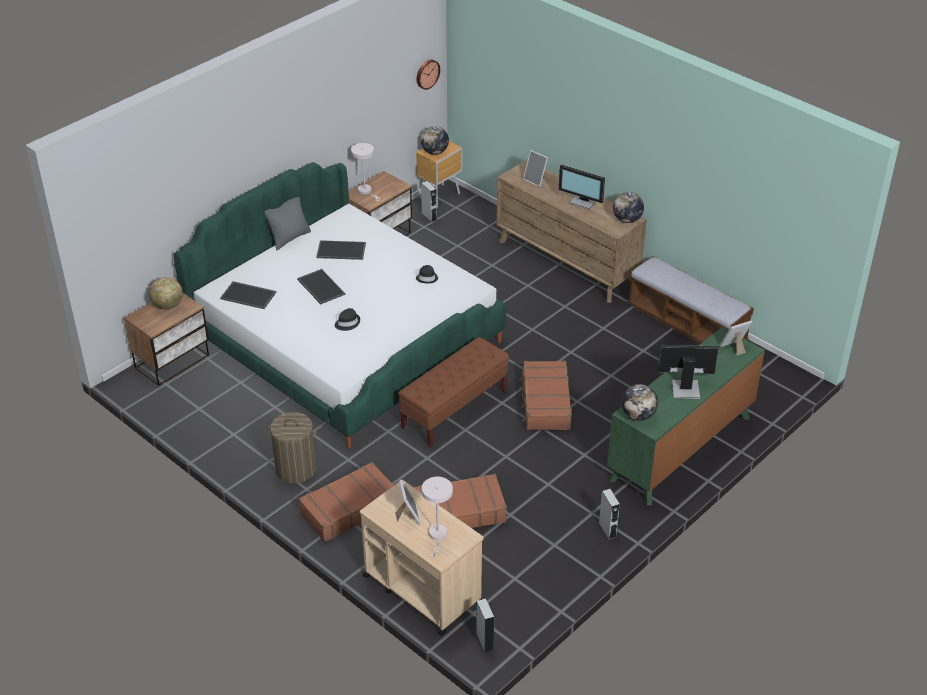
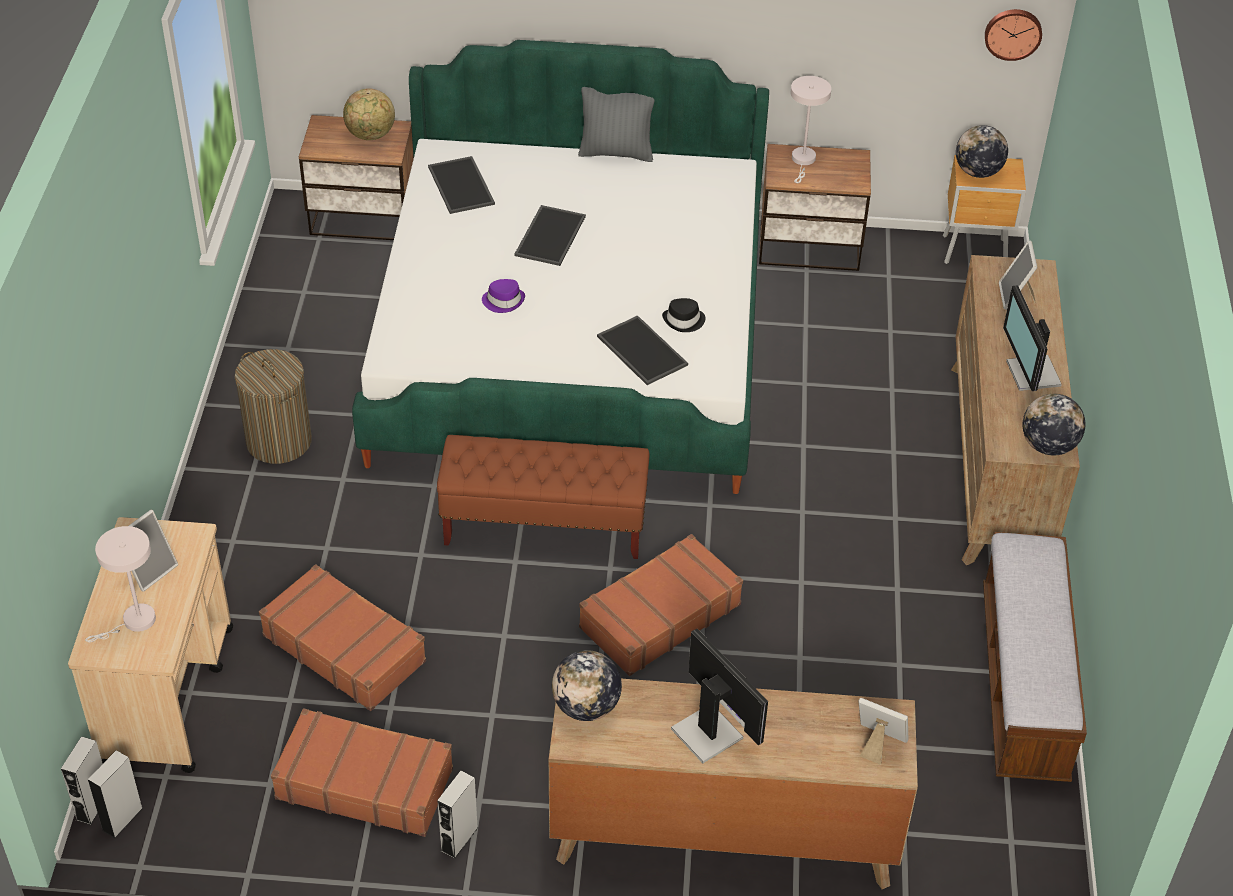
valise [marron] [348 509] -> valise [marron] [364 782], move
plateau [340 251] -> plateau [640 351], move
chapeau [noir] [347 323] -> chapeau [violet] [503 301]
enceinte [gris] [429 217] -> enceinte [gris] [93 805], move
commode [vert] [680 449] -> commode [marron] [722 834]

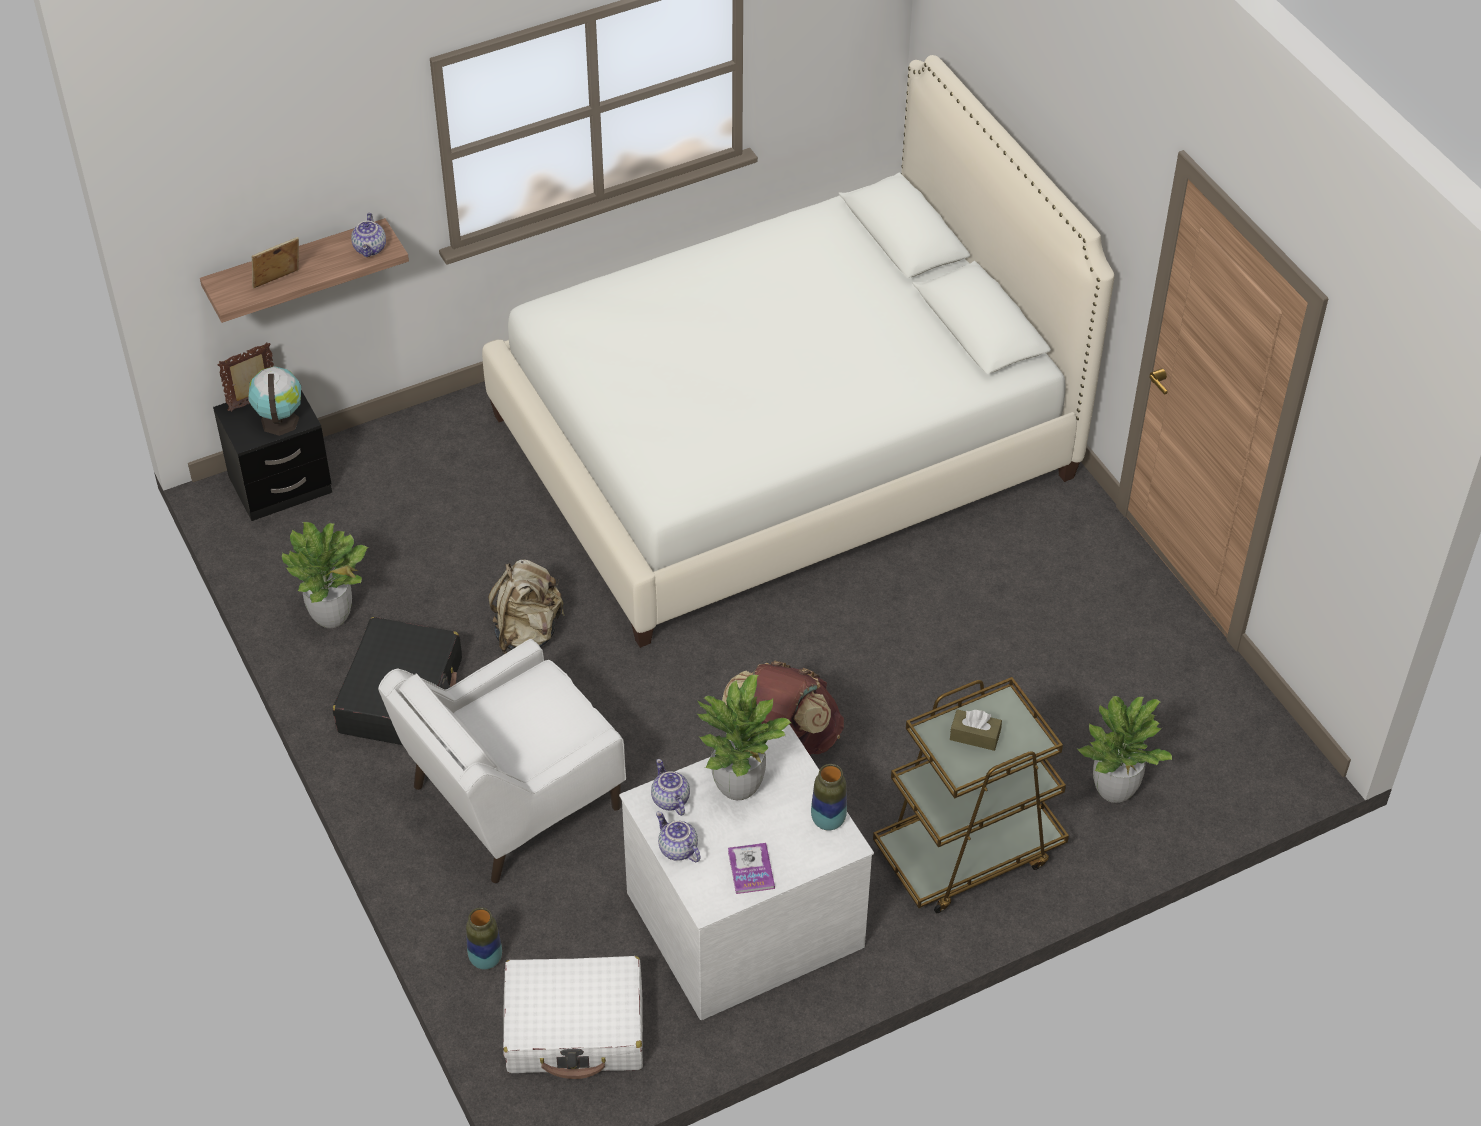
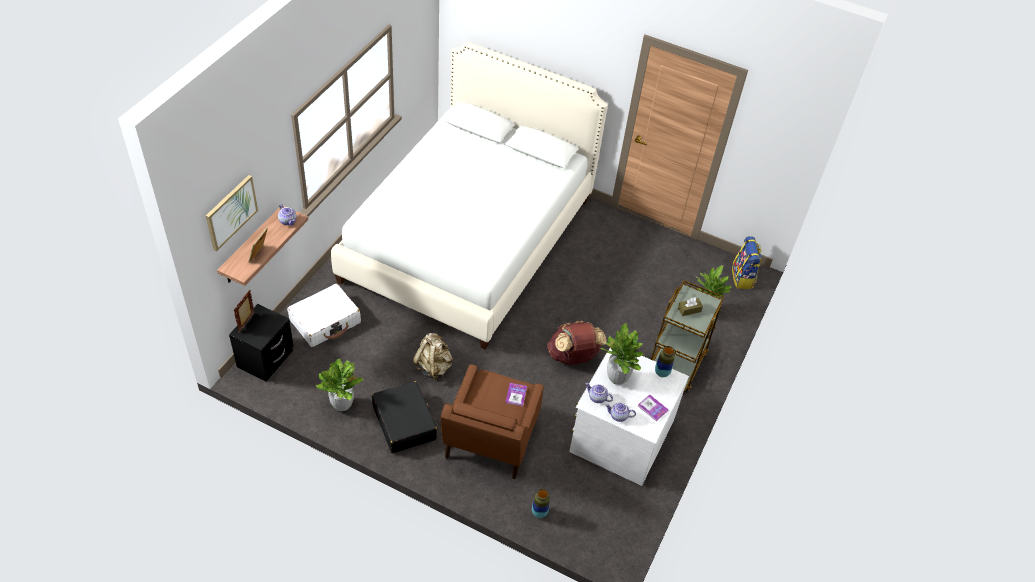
globe [279 420] -> none
fauteuil [blanc] [512 799] -> fauteuil [marron] [490 440]
valise [blanc] [575 1028] -> valise [blanc] [325 321], move
none -> tableau [231 212]
none -> livre [516 395]
none -> sac à dos [743 278]

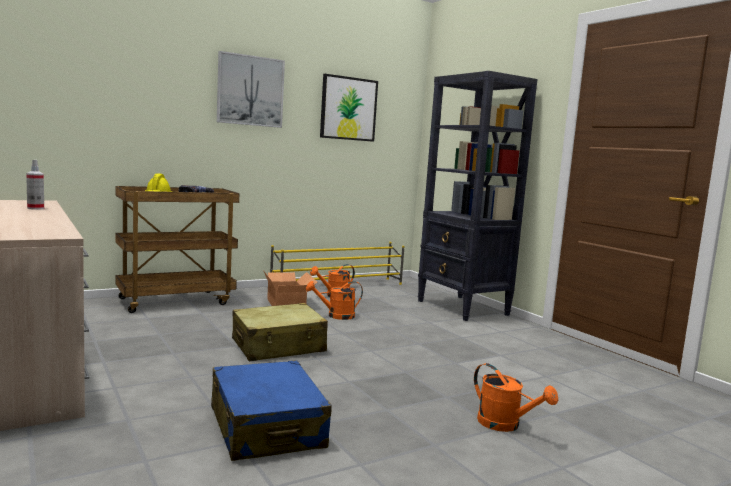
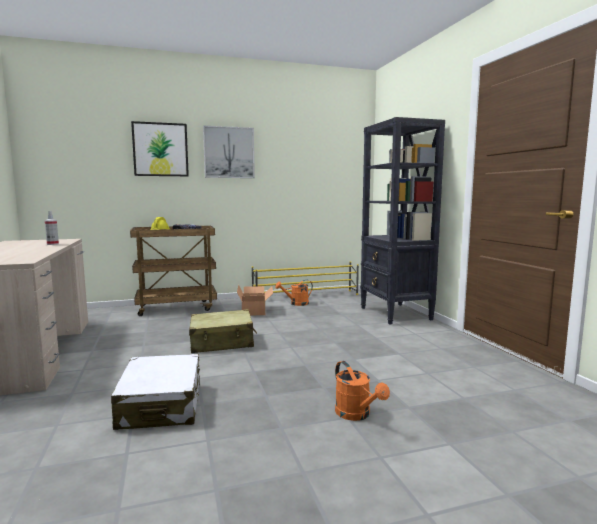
valise [bleu] [267 428] -> valise [blanc] [161 405]
arrosoir [orange] [336 316] -> none
tableau [348 108] -> tableau [160 149], move

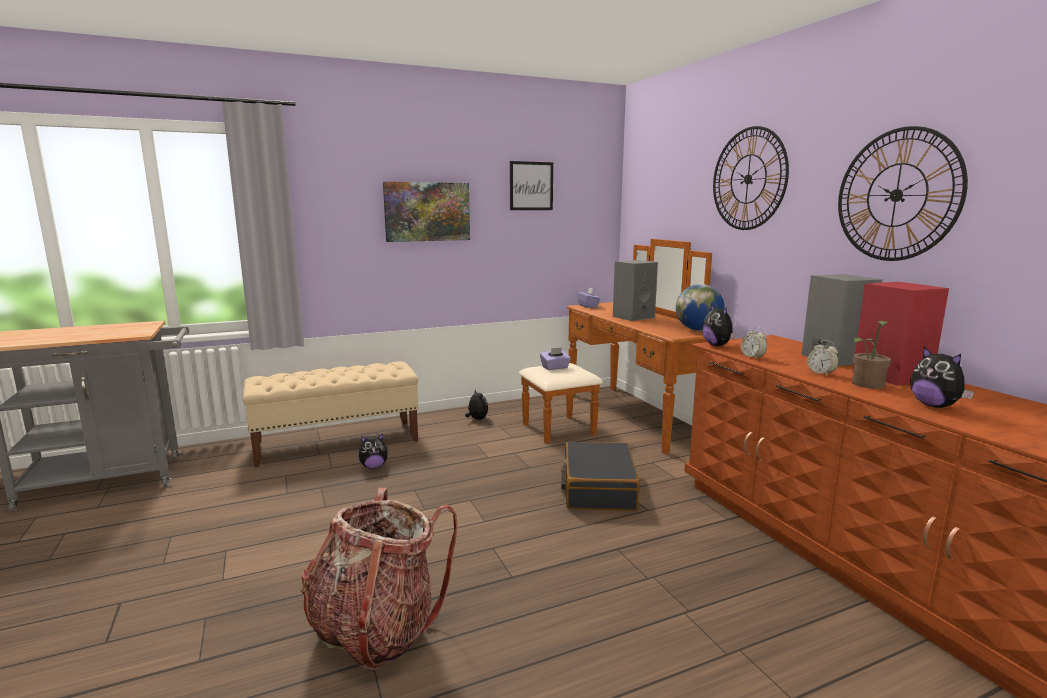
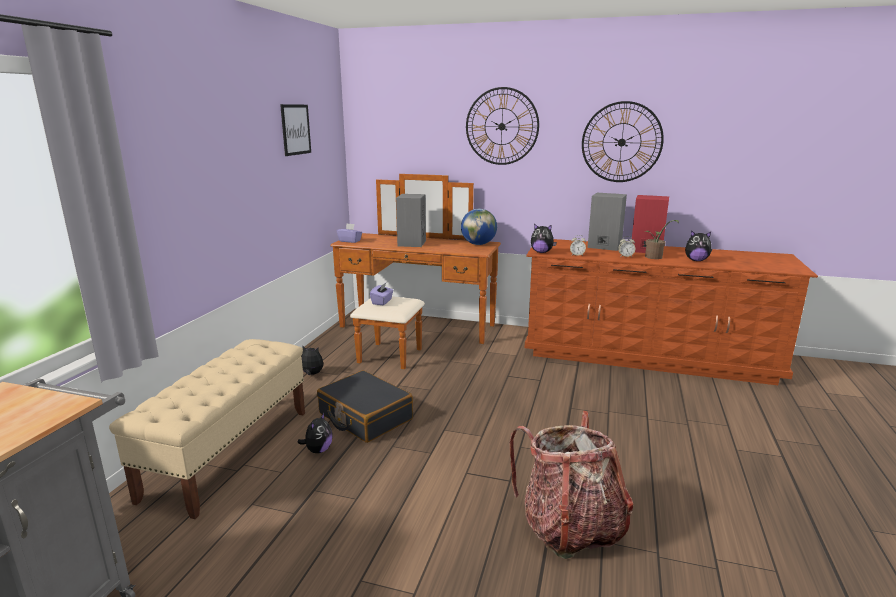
tableau [427 211] -> none
valise [noir] [598 488] -> valise [noir] [365 417], move

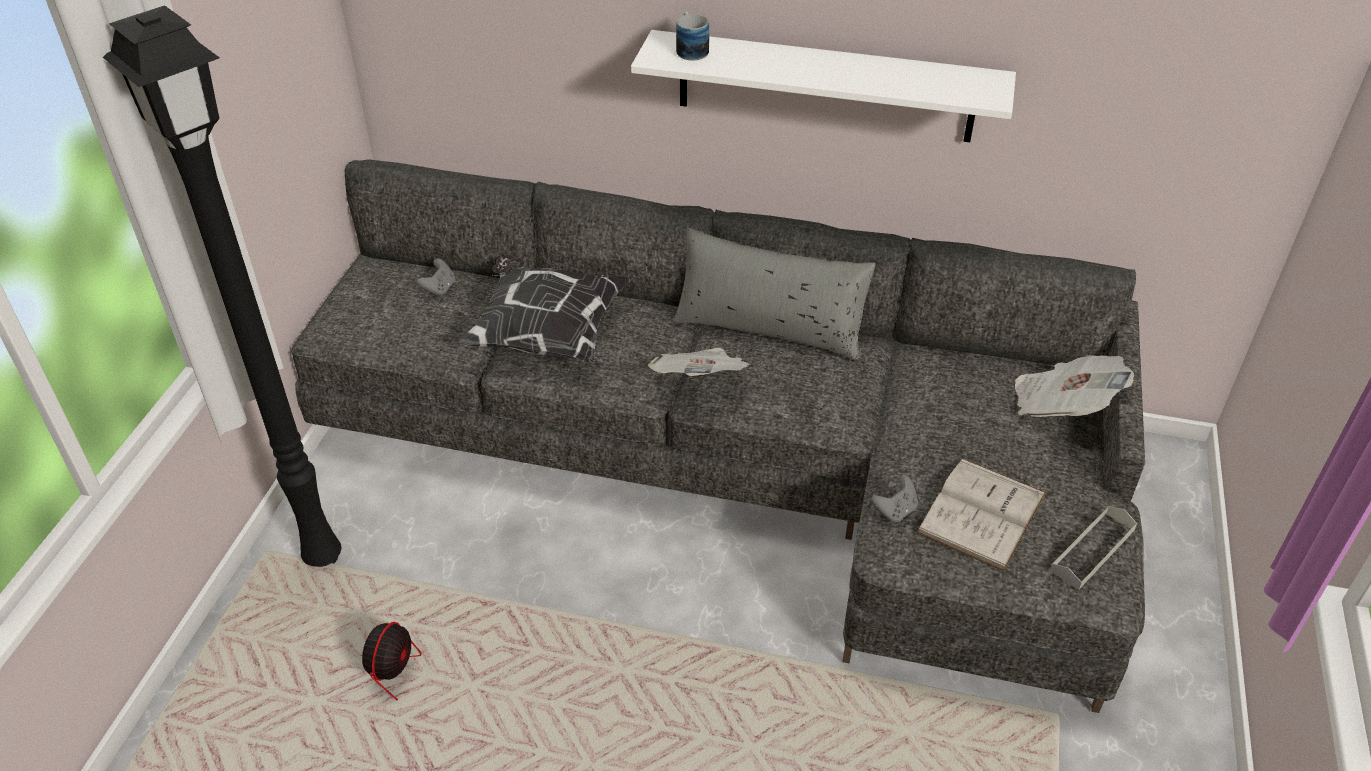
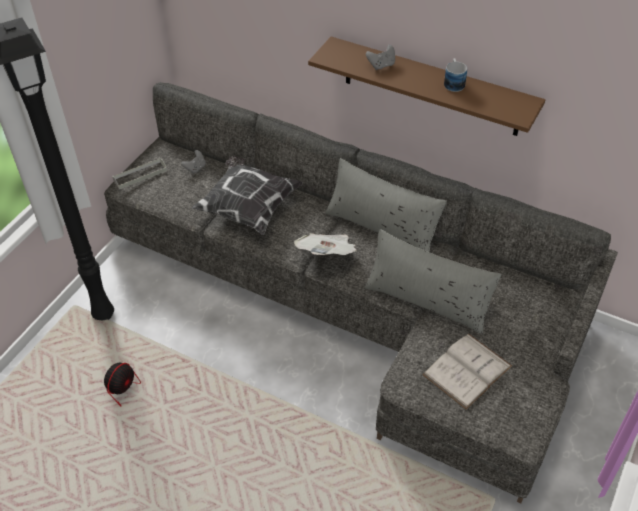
étagère [blanc] [825 86] -> étagère [marron] [431 87]
mug [690 49] -> mug [453 82], move
manette [gris] [895 511] -> manette [gris] [381 65], move
journal [1062 406] -> none
plateau [gris] [1092 550] -> plateau [gris] [140 175], move
none -> coussin [gris] [427 299]

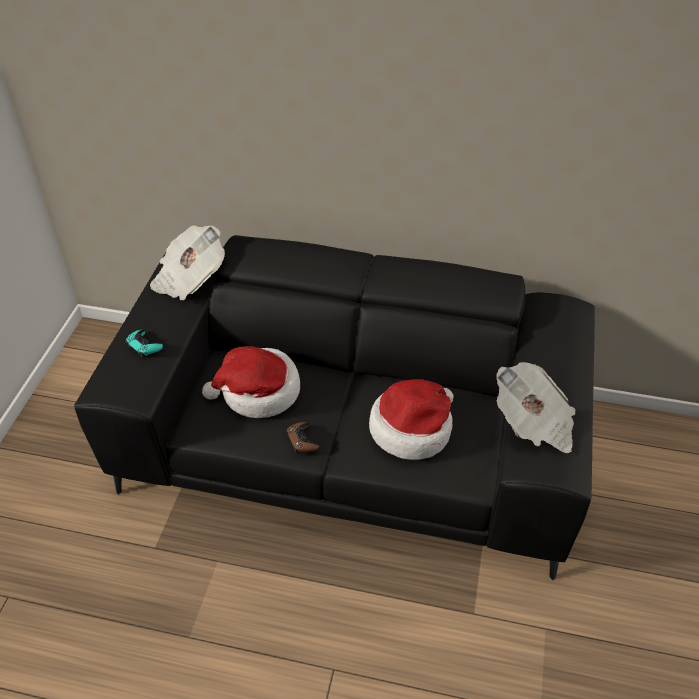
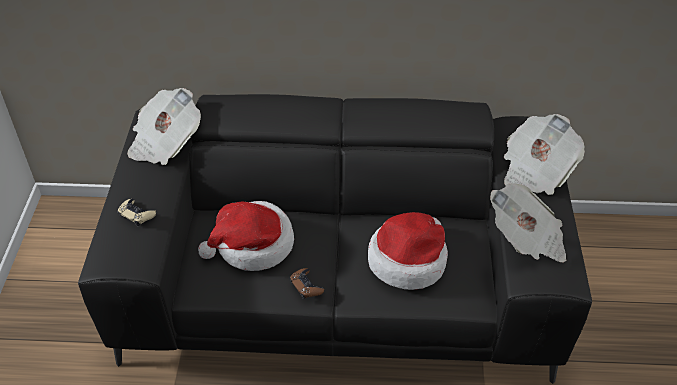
manette [turquoise] [144 346] -> manette [beige] [136 214]
none -> journal [536 170]

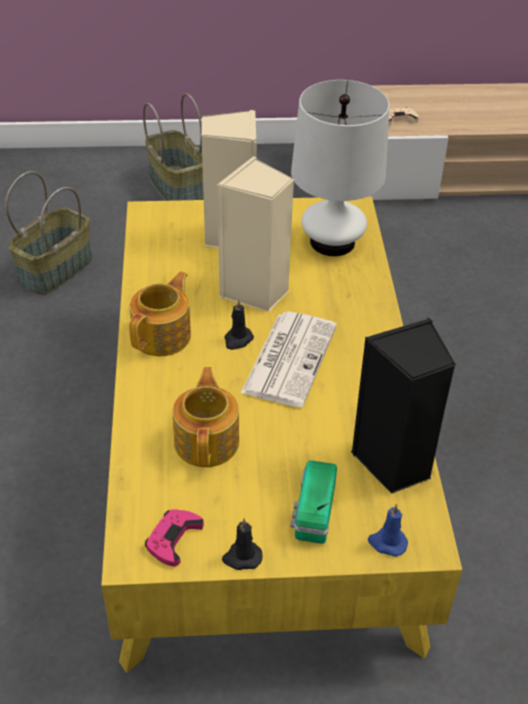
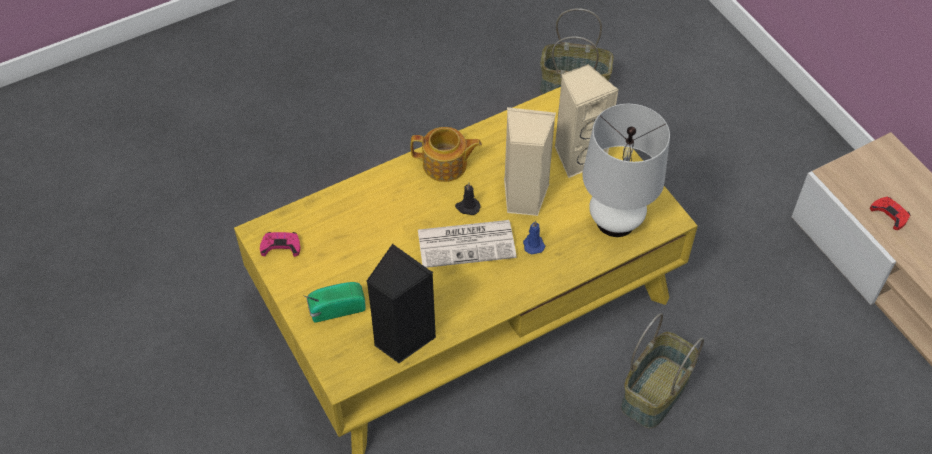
panier [178 187] -> panier [656 393], move
théière [207 441] -> none
bougie [noir] [242 557] -> none
bougie [bleu] [387 543] -> bougie [bleu] [533 244], move
manette [beige] [398 119] -> manette [rouge] [890 214]

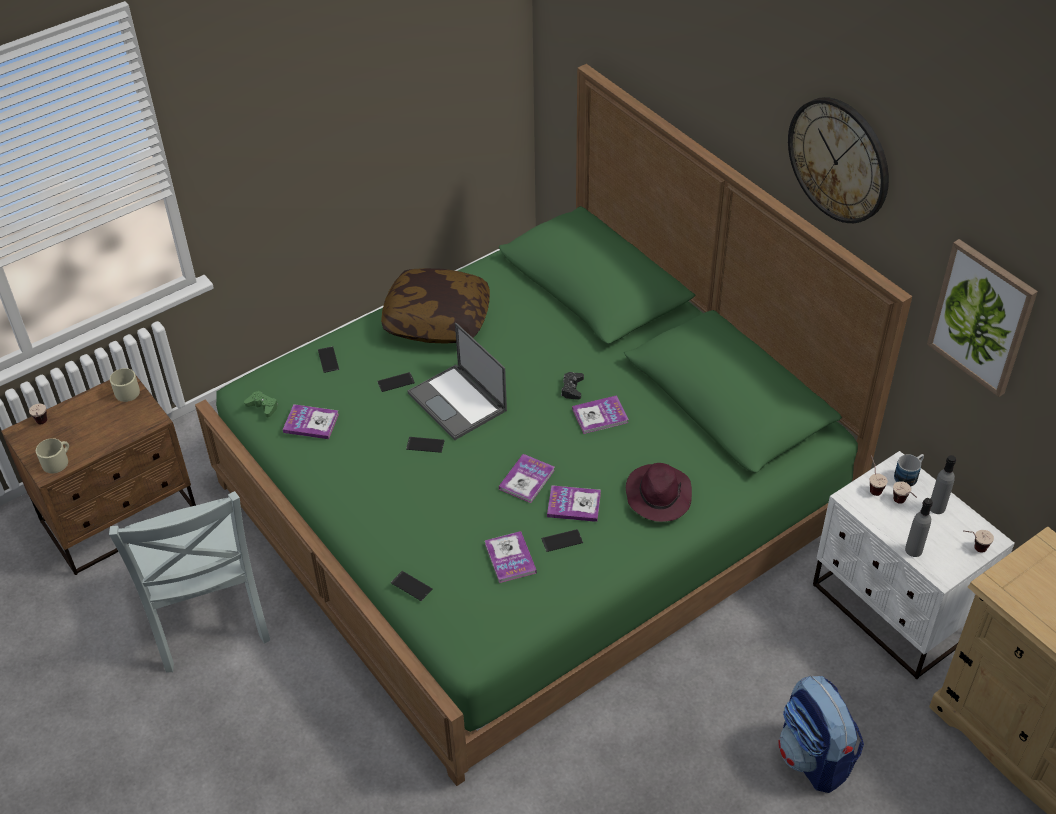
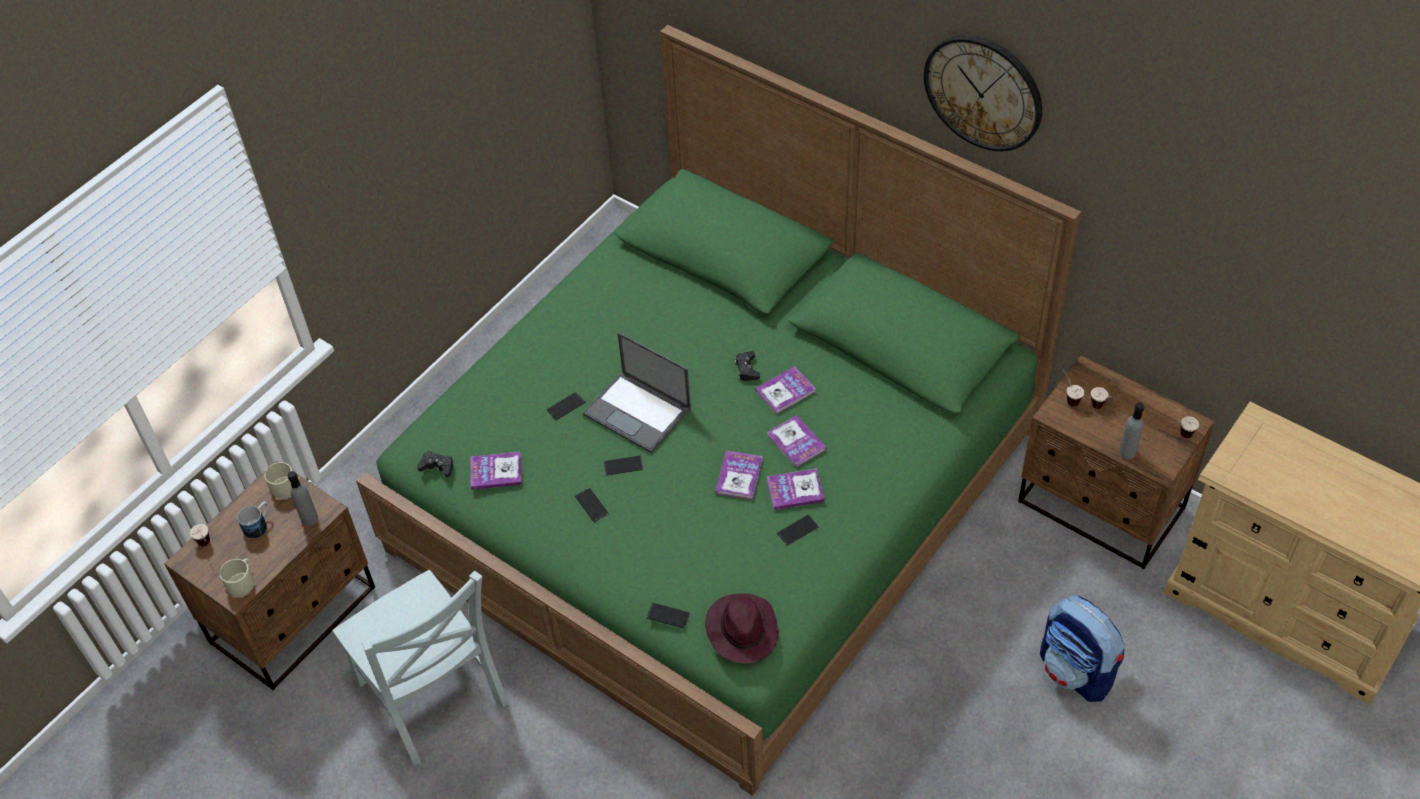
manette [vert] [263 406] -> manette [noir] [437 467]
téléphone [328 360] -> téléphone [591 505], move
coussin [437 321] -> none
livre [510 558] -> livre [796 442], move
chapeau [violet] [658 495] -> chapeau [violet] [741 630], move
table de chevet [blanc] [894 610] -> table de chevet [marron] [1101 507]
mug [909 475] -> mug [259 525], move
tableau [982 317] -> none
bouteille [gris] [937 507] -> bouteille [gris] [309 518], move

